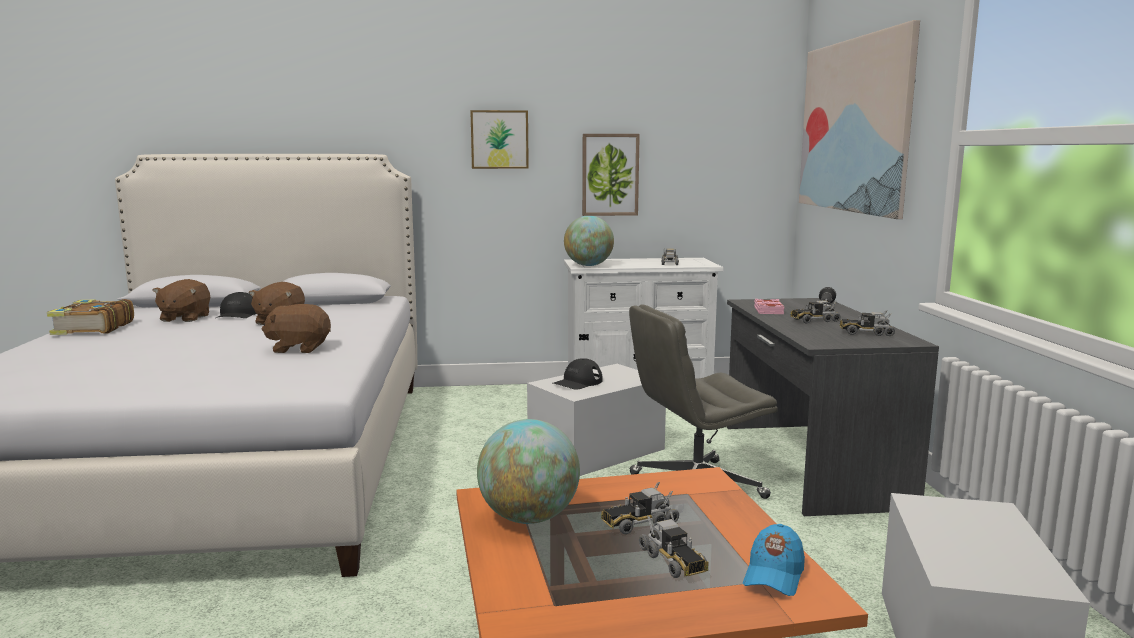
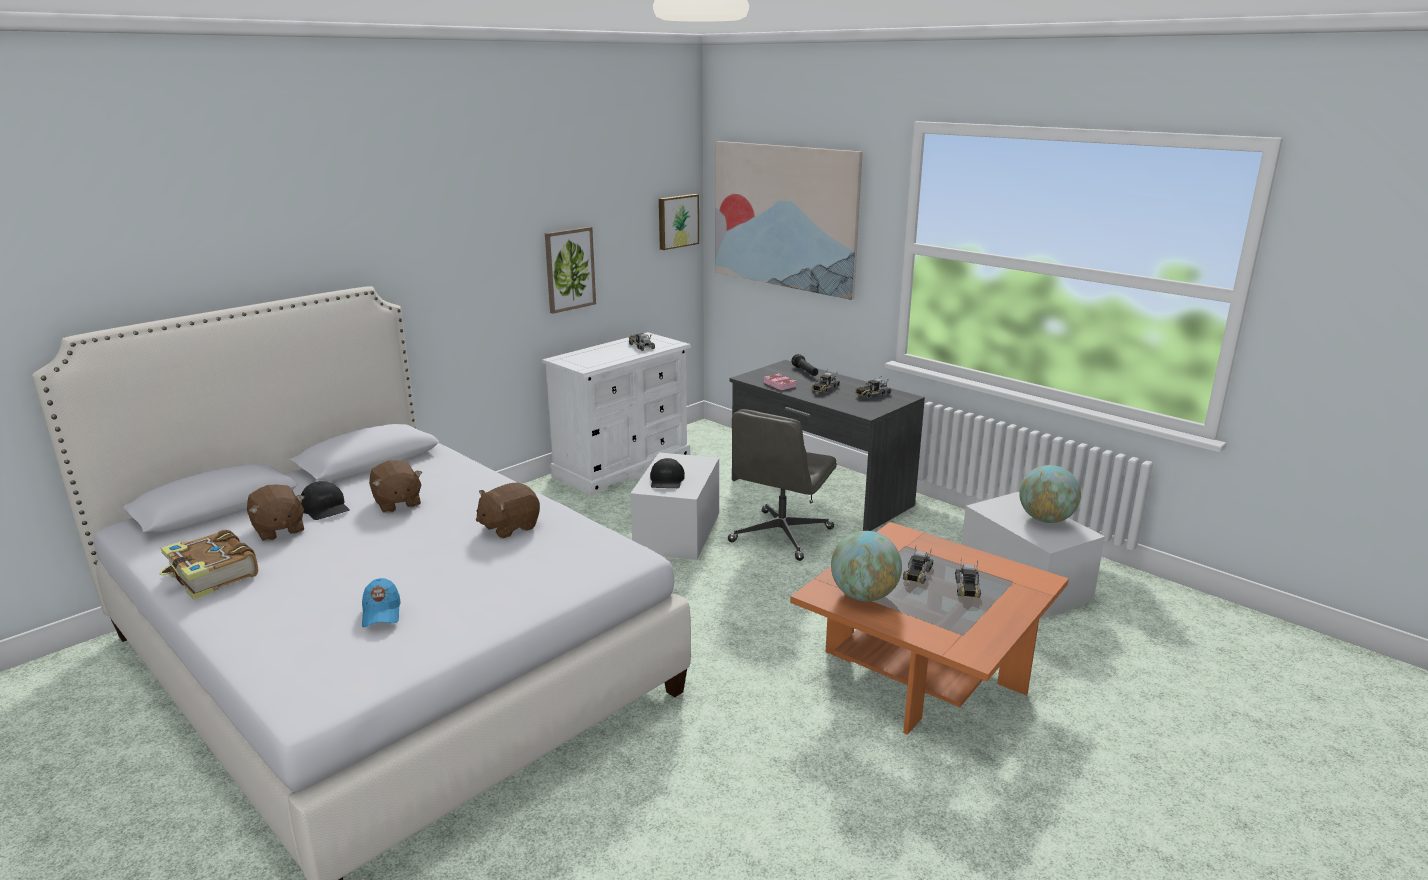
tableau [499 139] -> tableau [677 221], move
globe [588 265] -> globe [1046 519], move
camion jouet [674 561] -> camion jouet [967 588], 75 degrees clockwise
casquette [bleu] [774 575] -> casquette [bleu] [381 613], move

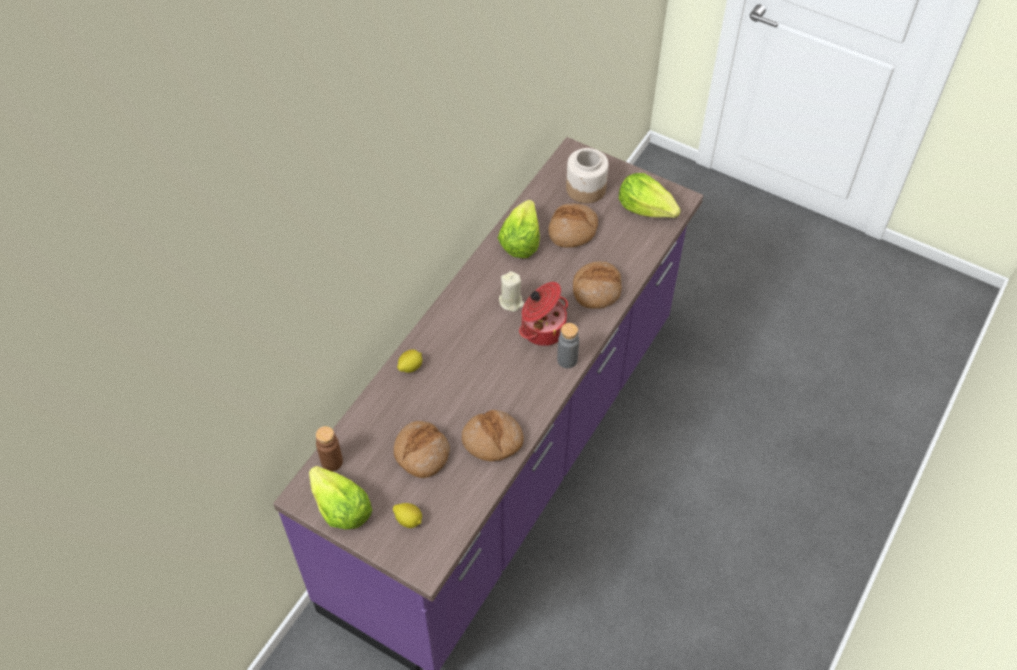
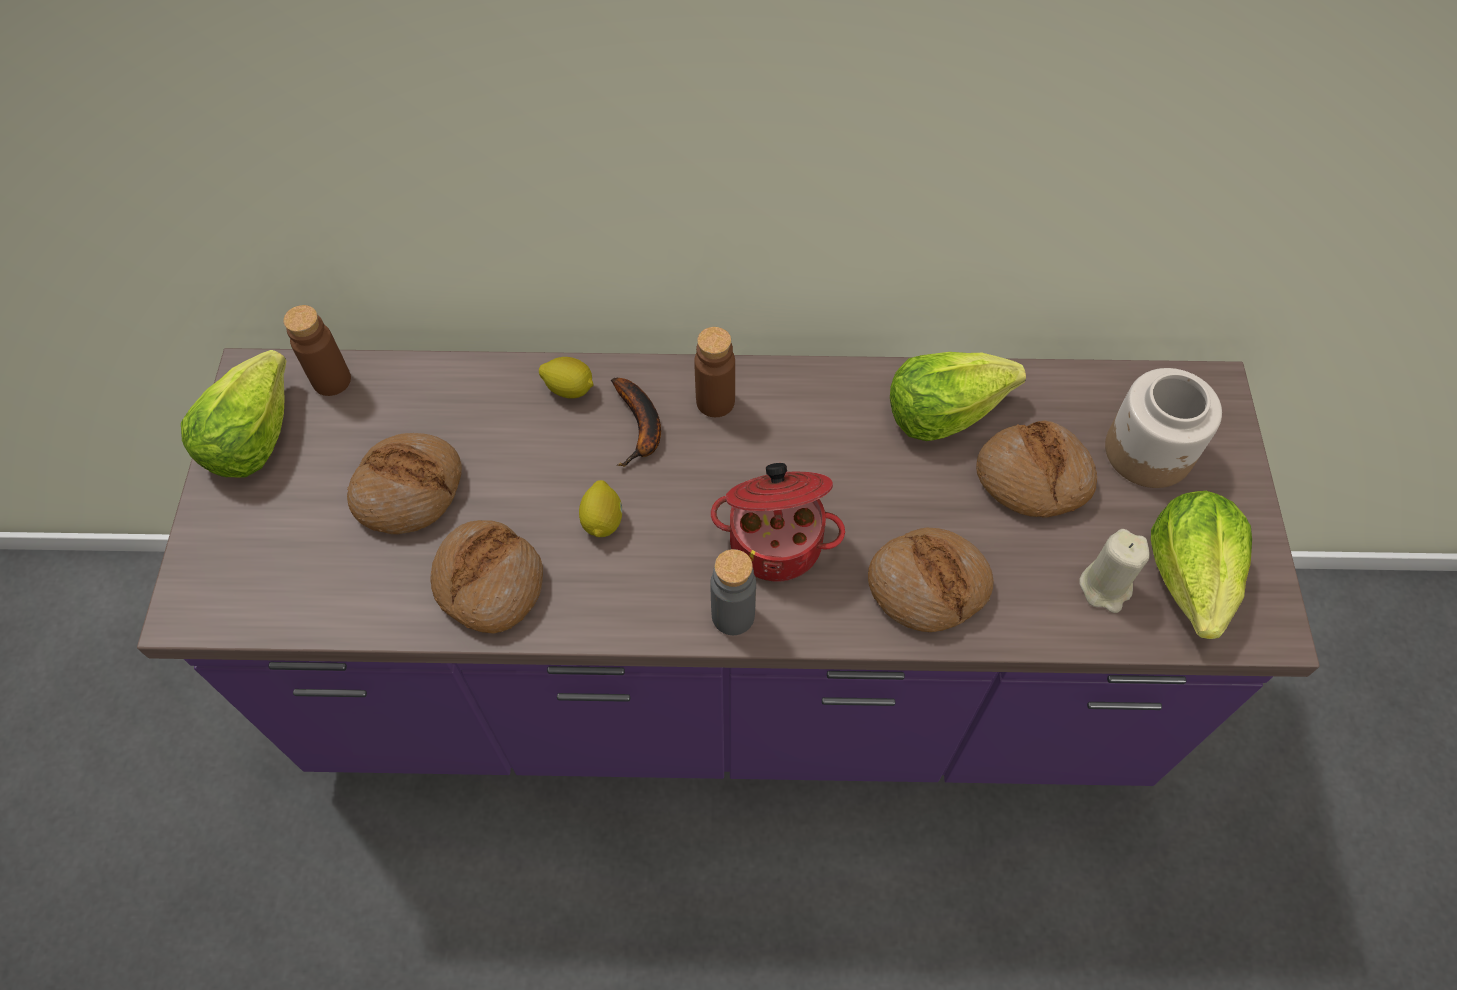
citron [409 520] -> citron [603 521], move
bougie [beige] [511 302] -> bougie [beige] [1105 586], move
none -> banane [640 427]
none -> bouteille [marron] [715 401]

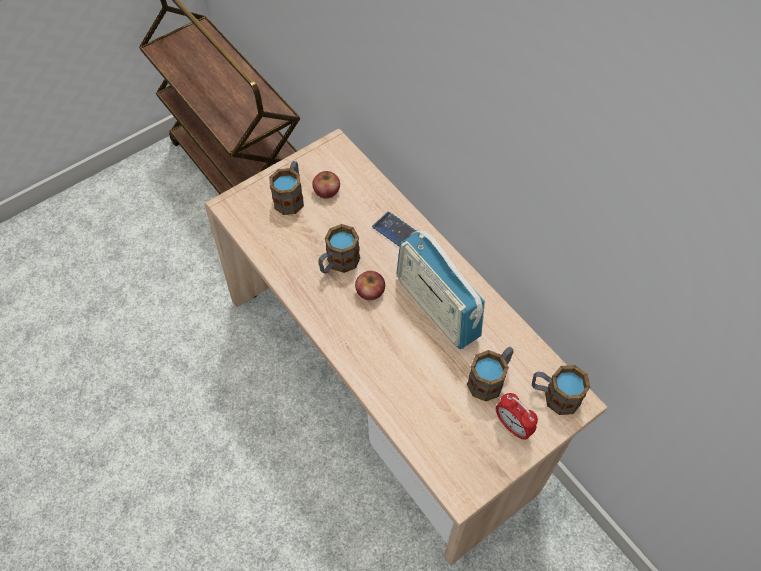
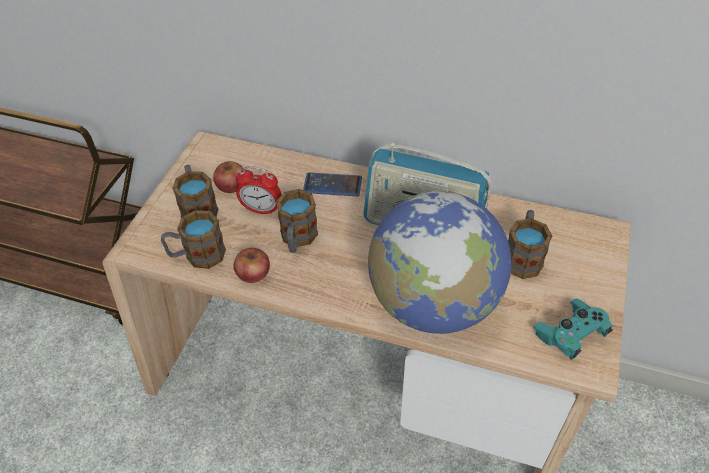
pomme [370 291] -> pomme [253 273], move
réveil [512 426] -> réveil [261 209], move
mug [554 395] -> mug [197 255], move
none -> globe [433 303]
none -> manette [turquoise] [570 335]

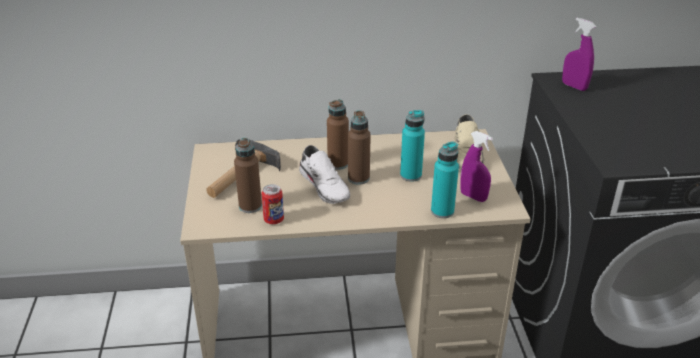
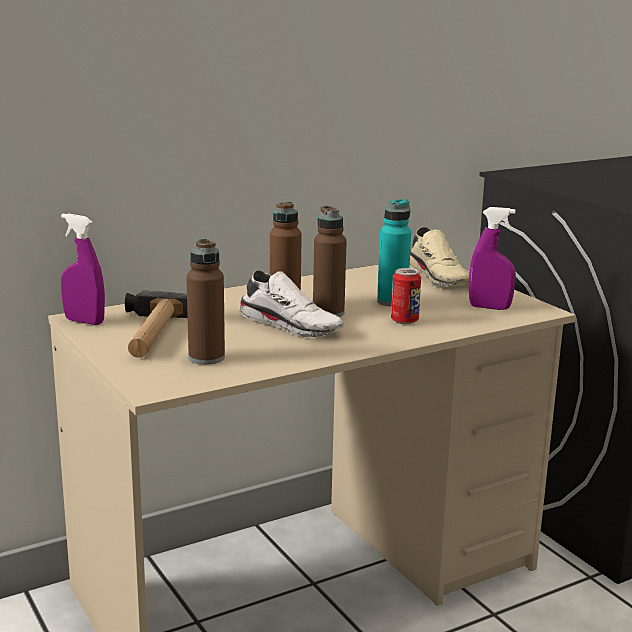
boîte métallique [274 220] -> boîte métallique [404 321], move
bouteille [turquoise] [442 211] -> none
vaporisateur [violet] [574 86] -> vaporisateur [violet] [84 321], move

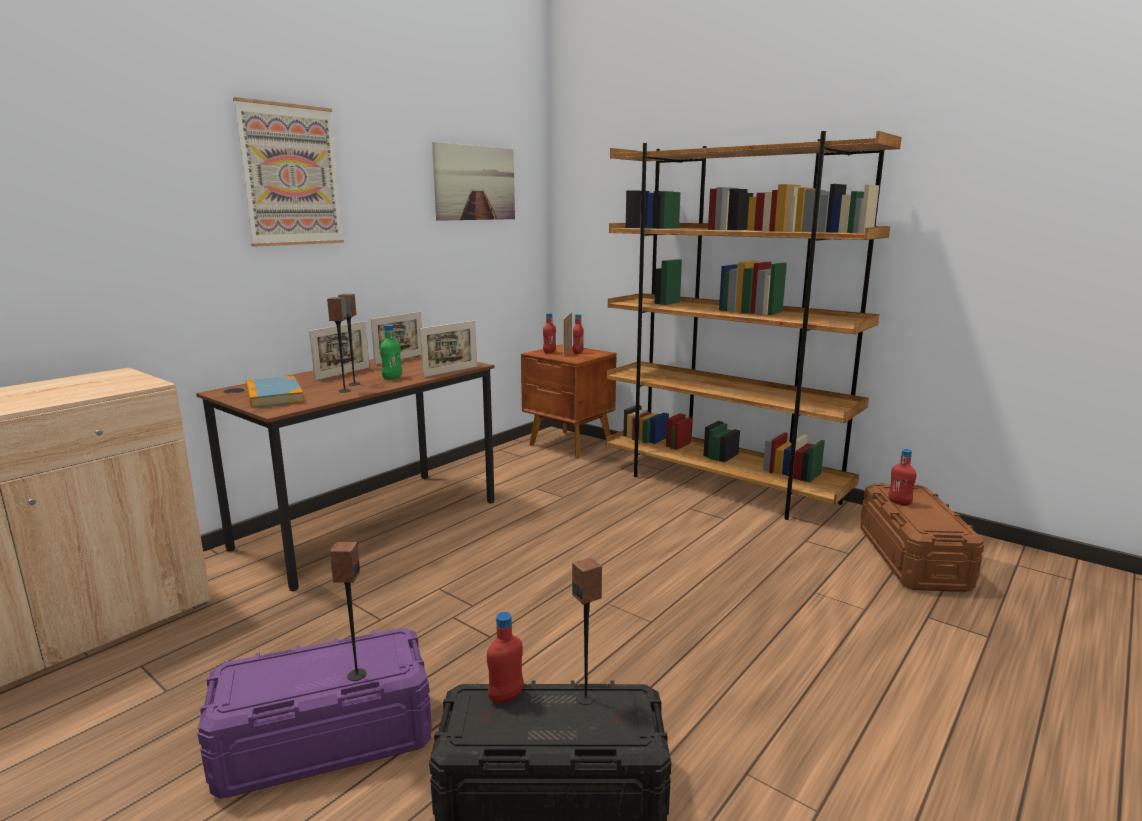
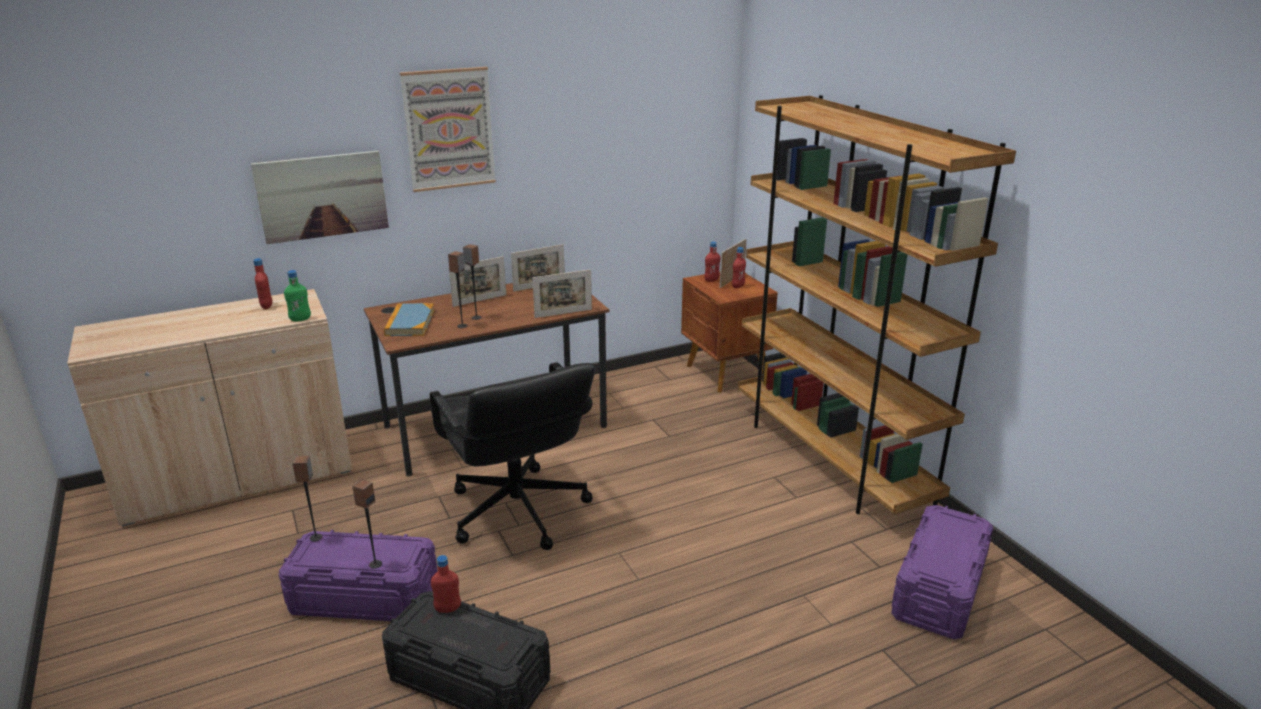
bouteille [vert] [392 378] -> bouteille [vert] [300 319], move
tableau [475 183] -> tableau [322 196], move
enceinte [586 698] -> enceinte [316 537], move
boîte de rangement [marron] [912 558] -> boîte de rangement [violet] [939 590]
bouteille [rouge] [899 503] -> bouteille [rouge] [266 306], move
none -> chaise de bureau [noir] [517 512]

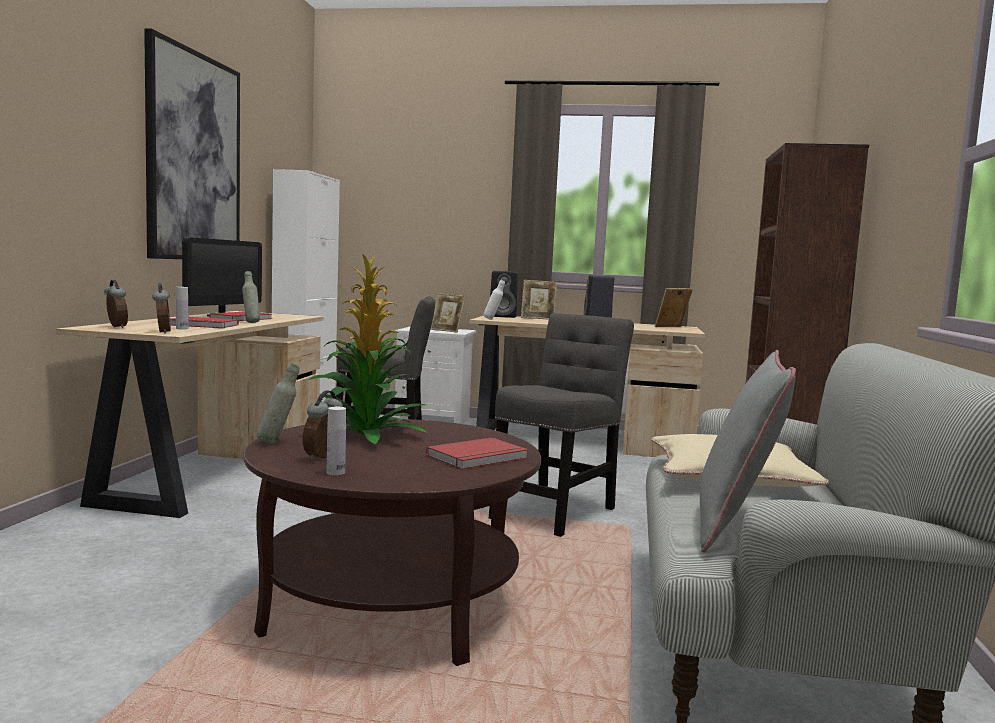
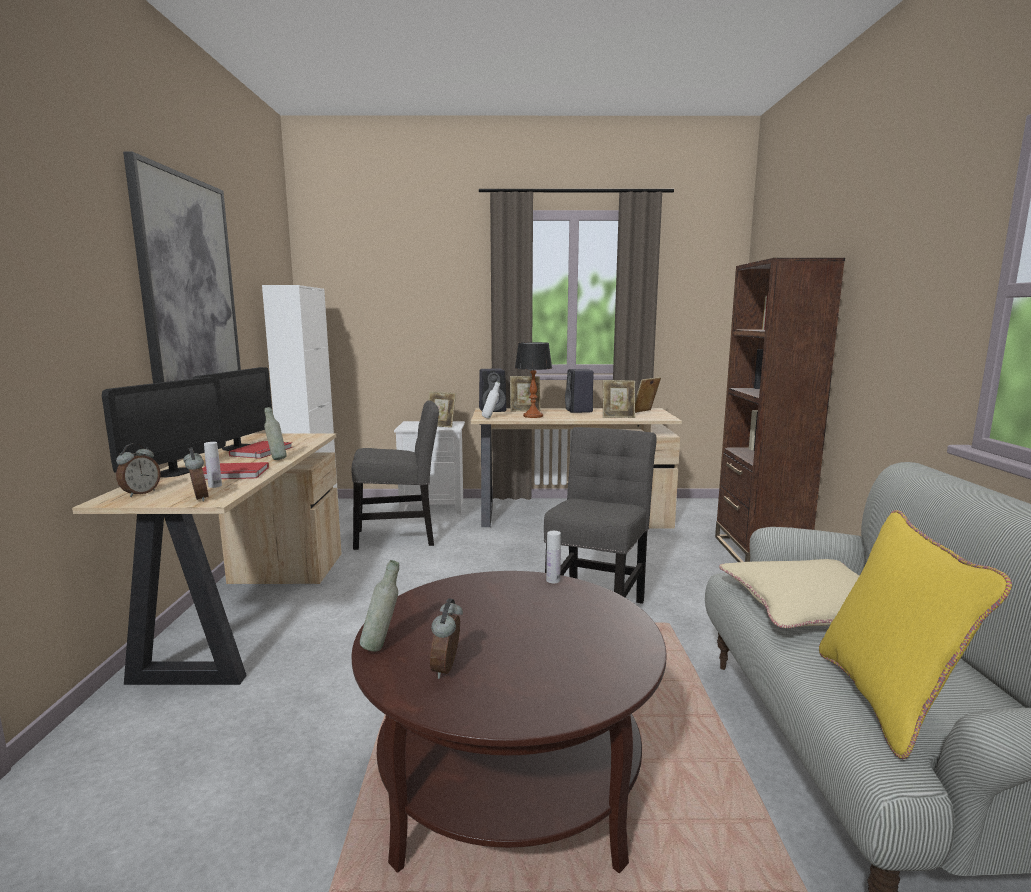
réveil [116 327] -> réveil [140 493], 75 degrees clockwise
plante en pot [366 436] -> none
bouteille [blanc] [335 472] -> bouteille [blanc] [553 580], move
livre [rouge] [479 457] -> none
coussin [gris] [734 528] -> coussin [jaune] [885 700]
none -> écran d'ordinateur [173 472]
none -> lampe de table [532 416]
none -> cadre photo [618 417]

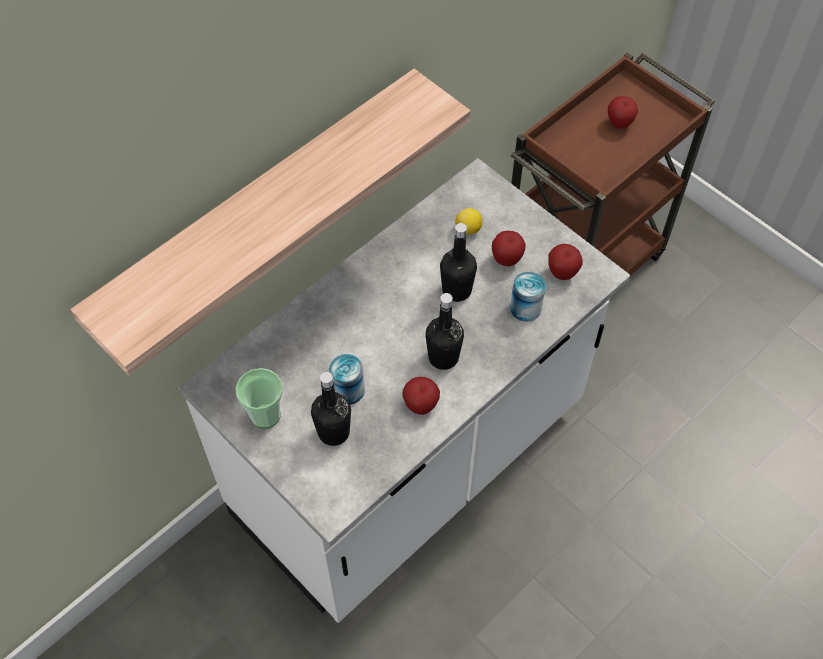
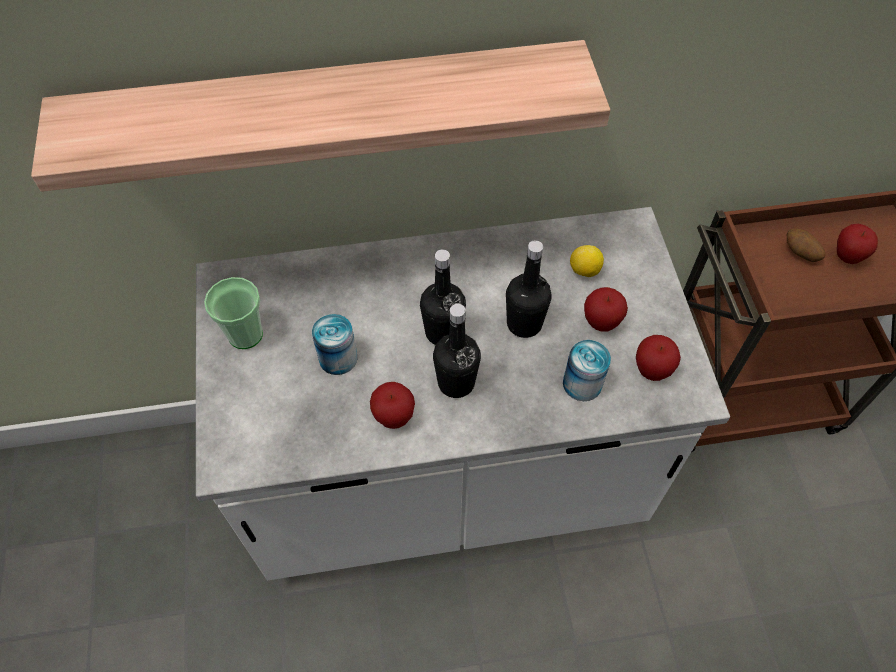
bouteille [noir] [333 432] -> bouteille [noir] [443 332], move
none -> pomme de terre [800 253]

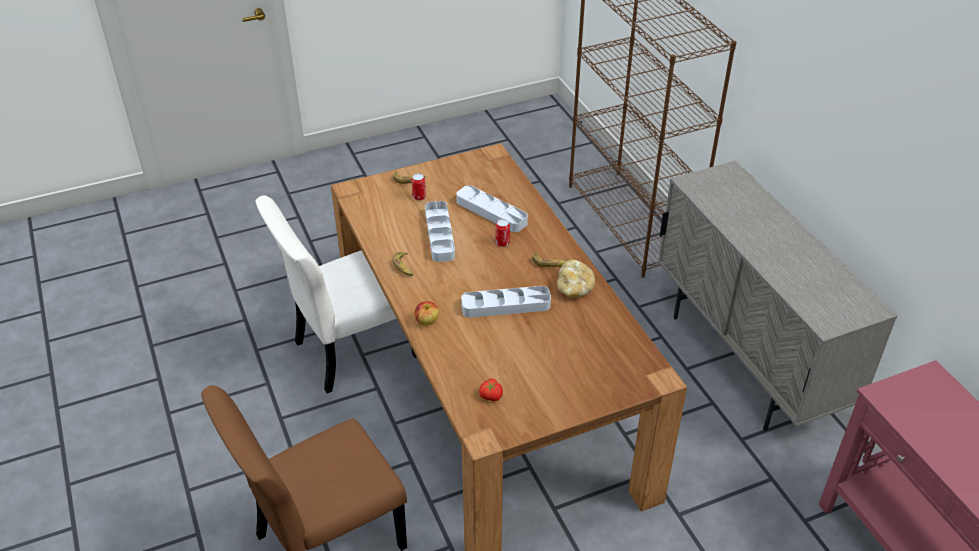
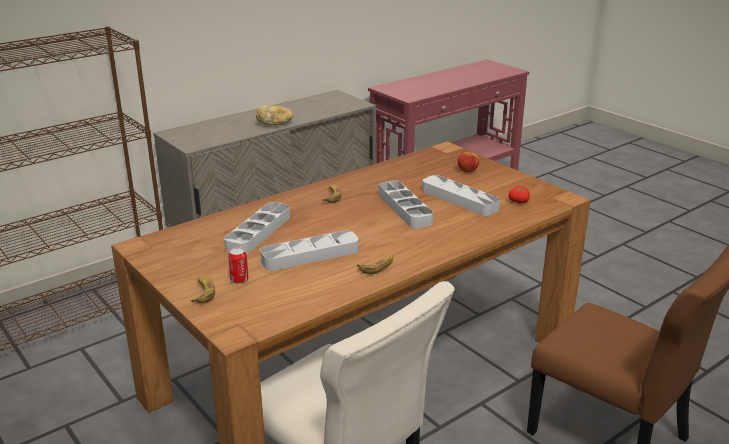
pomme [427 321] -> pomme [467 171], move
boîte métallique [502 243] -> none
pain [574 288] -> pain [275 123], move
none -> plateau [gris] [459 199]

